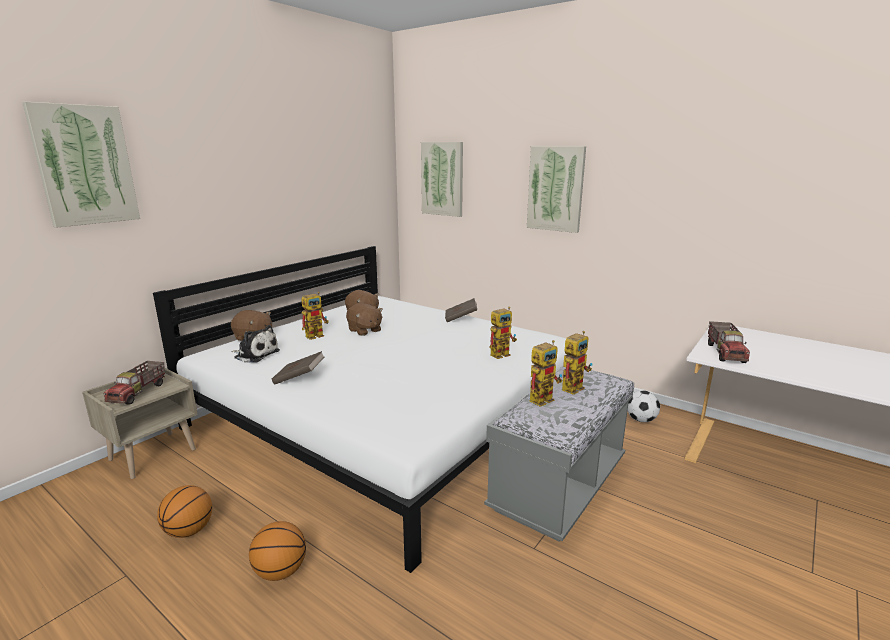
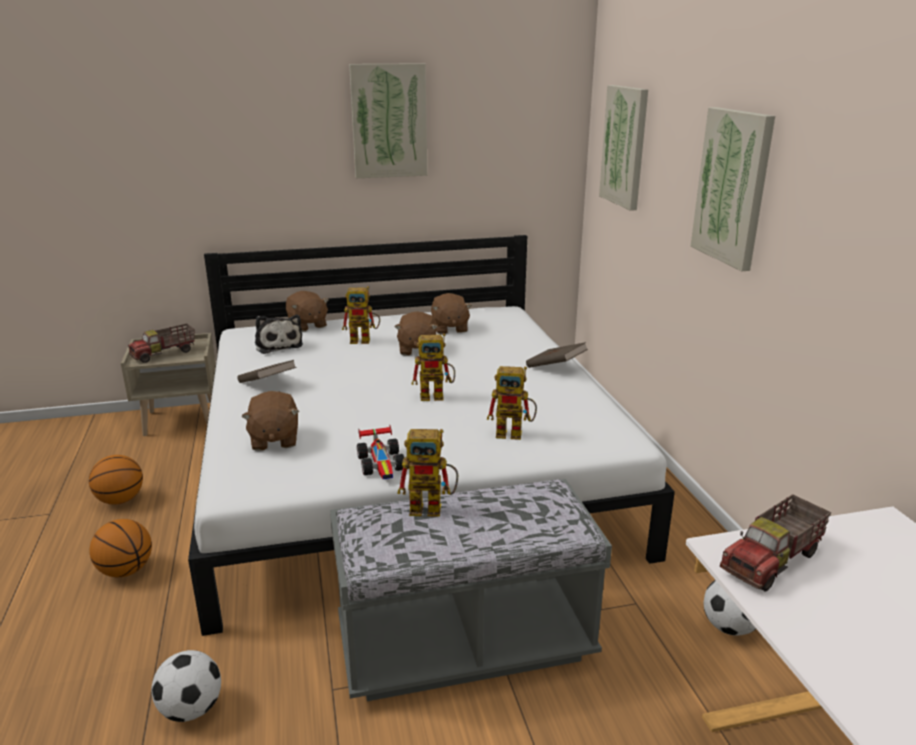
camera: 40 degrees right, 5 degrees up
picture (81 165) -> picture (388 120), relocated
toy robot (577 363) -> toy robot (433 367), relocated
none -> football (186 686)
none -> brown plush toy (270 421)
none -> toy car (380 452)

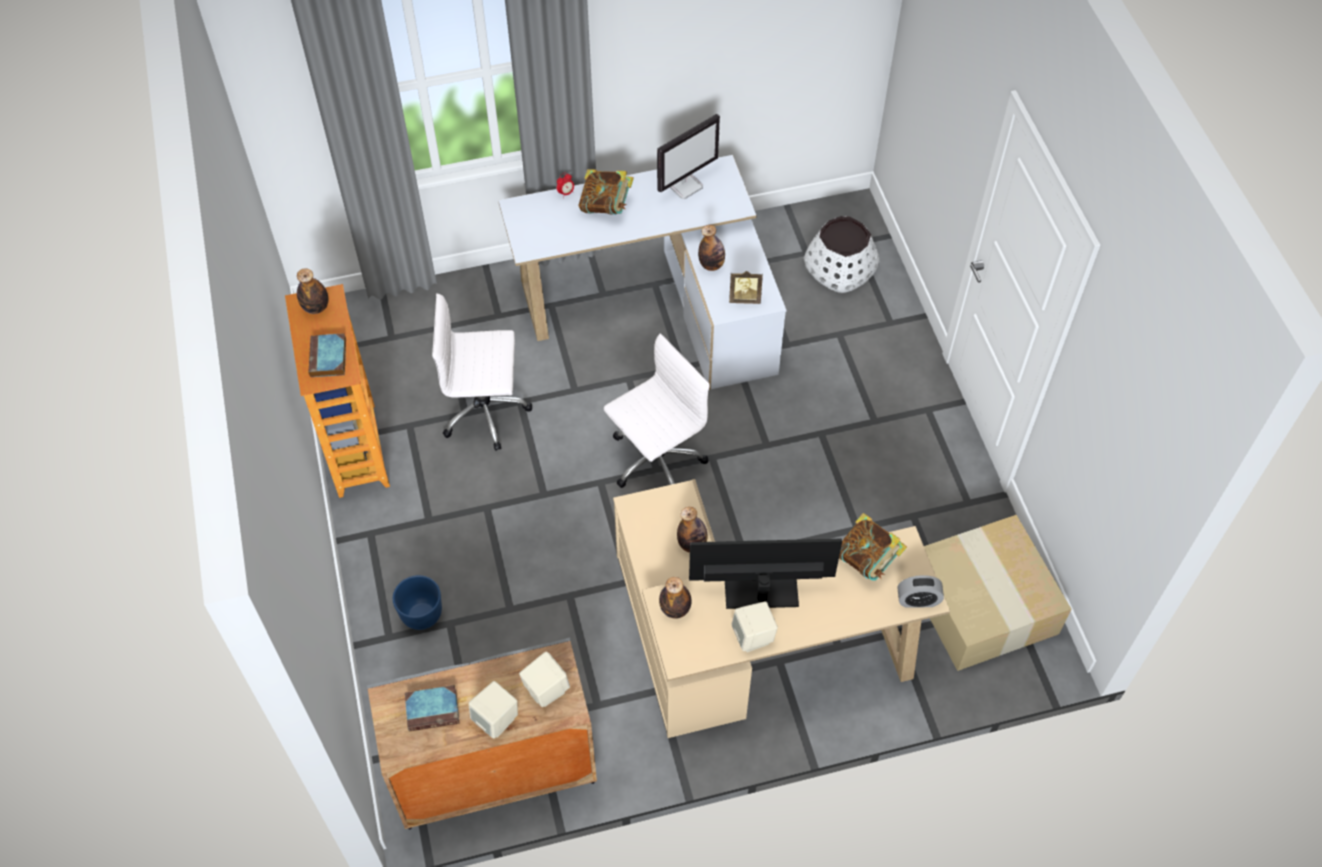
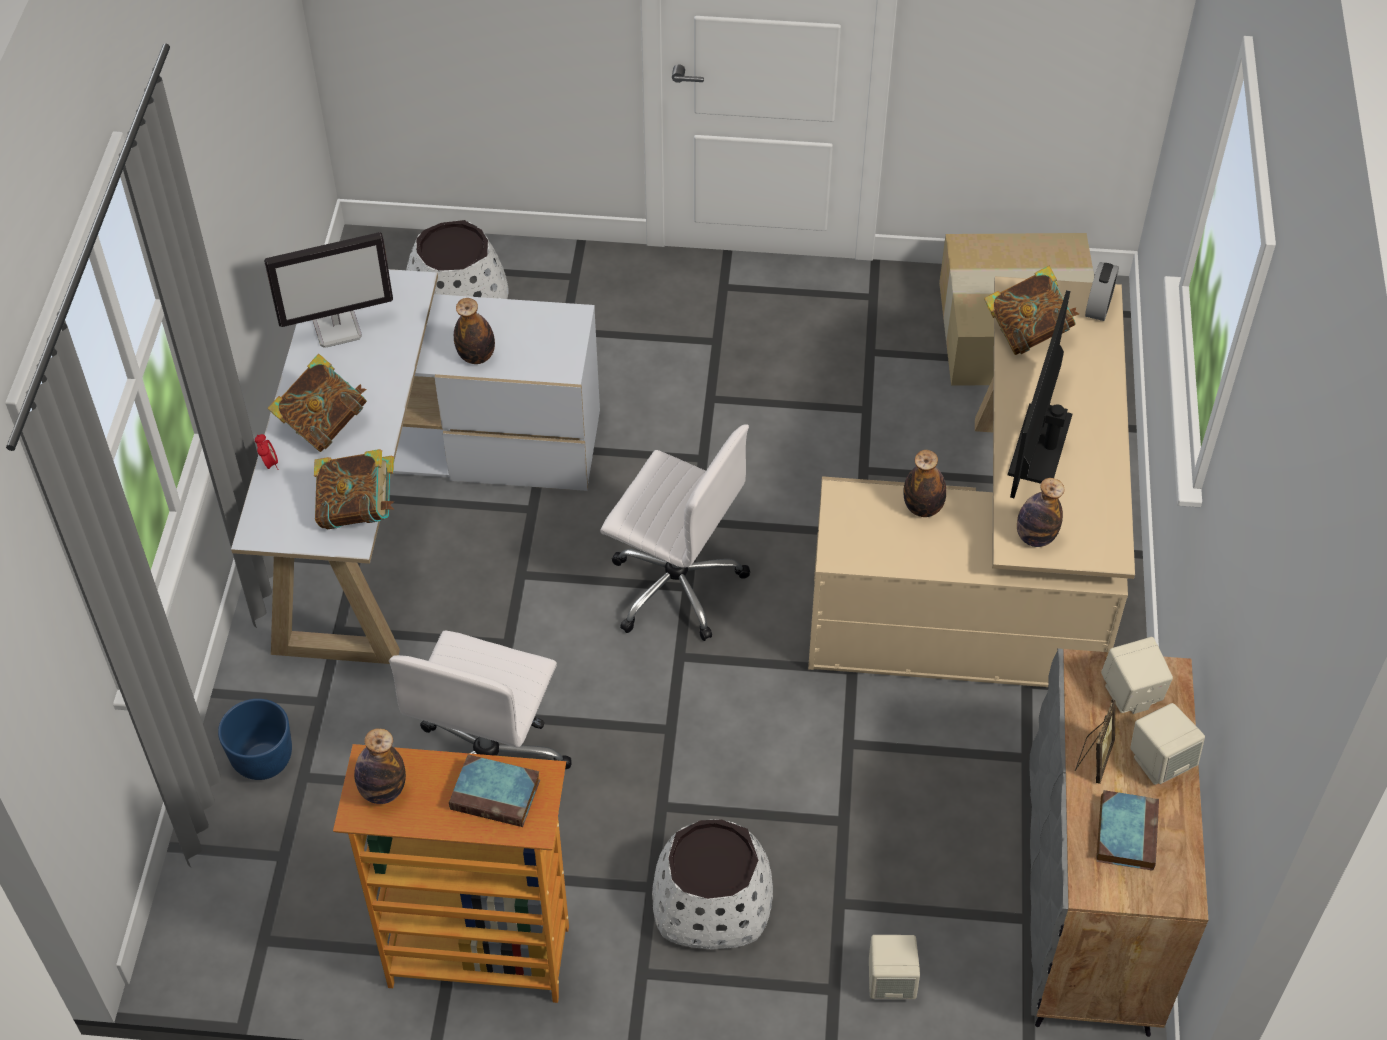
camera: 70 degrees left, 5 degrees down
blue planter (417 602) -> blue planter (255 739), relocated
white office chair (657 410) -> white office chair (675 533), 135 degrees clockwise
monitor (688 156) -> monitor (328 290), 90 degrees clockwise
picture frame (746 287) -> picture frame (1095 741), relocated
beige speaker (755 626) -> beige speaker (894 967), relocated
none -> book (354 489)
none -> white planter (712 884)

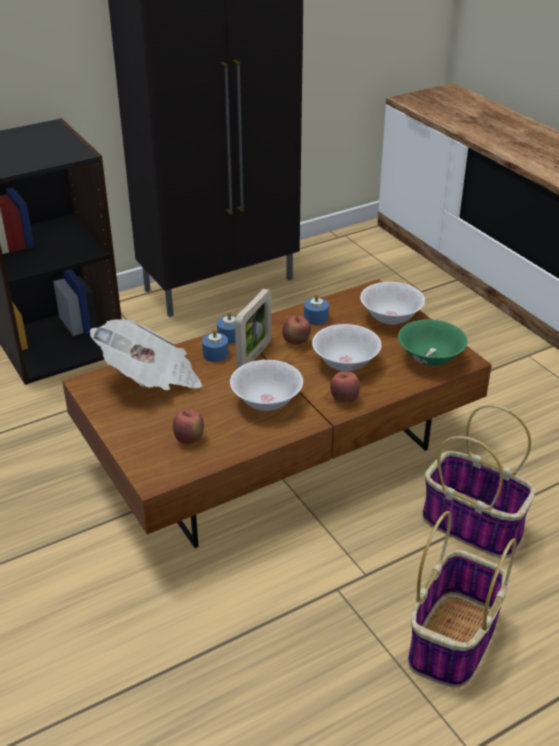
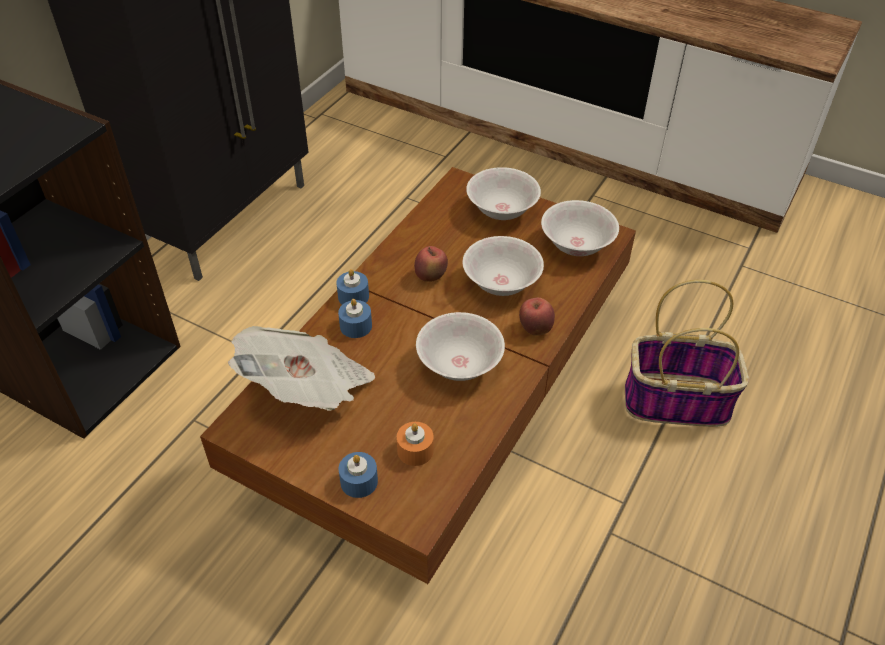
camera: 30 degrees left, 10 degrees up
apple (188 427) -> orange candle (415 444)
picture frame (253 329) -> none
blue candle (316 309) -> blue candle (358 475), relocated
green bowl (433 342) -> white bowl (580 228)
basket (462 599) -> none

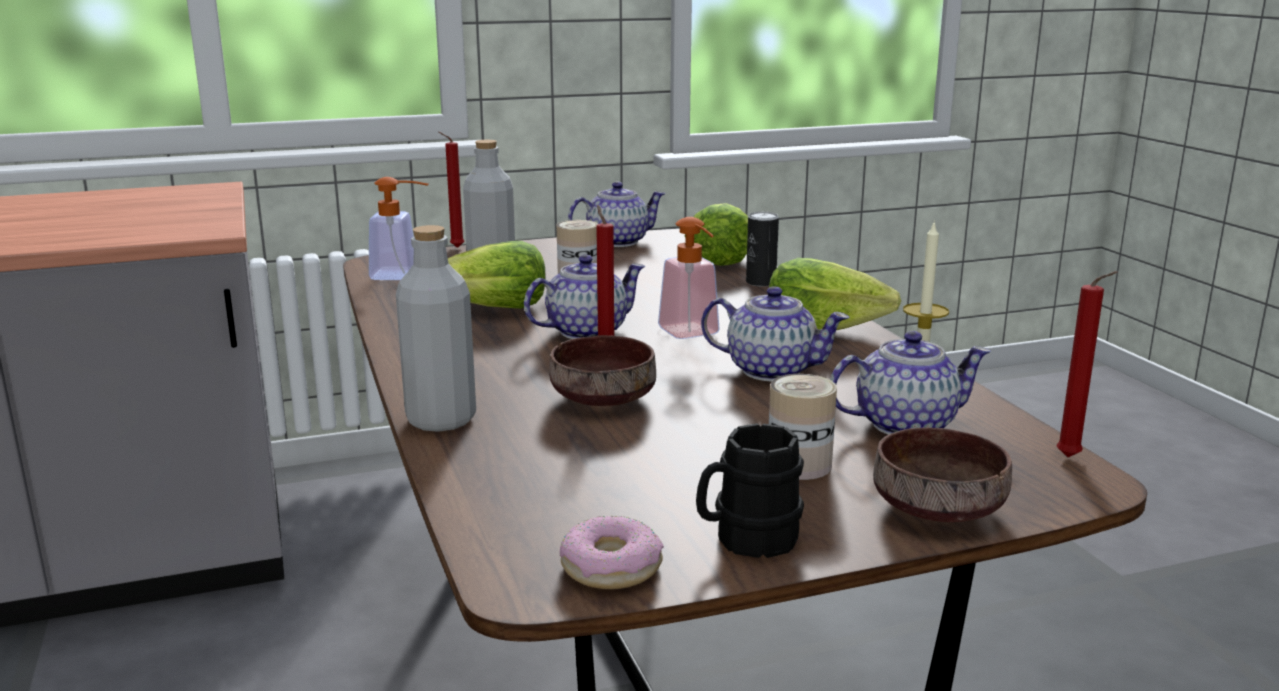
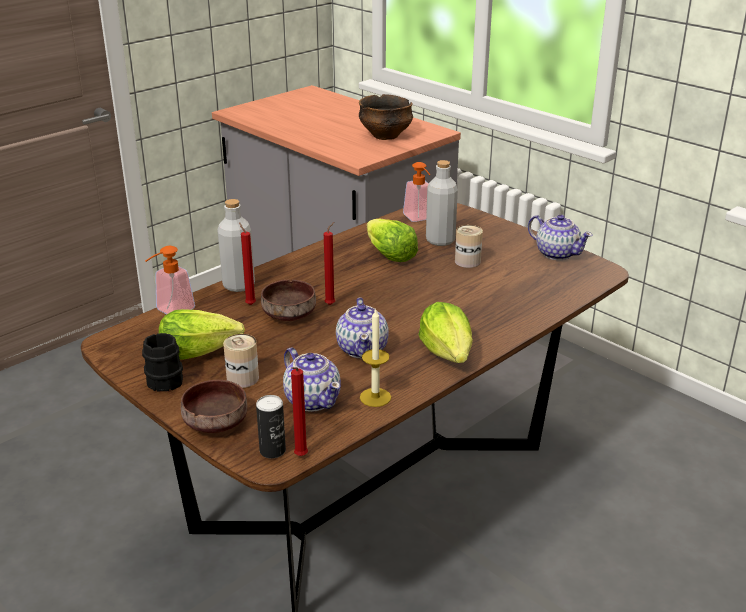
camera: 65 degrees right, 10 degrees up
red candle (451 190) -> red candle (247 263), relocated
teapot (584 297) -> none
donut (612 552) -> none
soap dispenser (688 278) -> soap dispenser (170 280), relocated
lettuce (716 234) -> lettuce (202 334), relocated
can (762 249) -> can (271 426), relocated
none -> bowl (386 117)

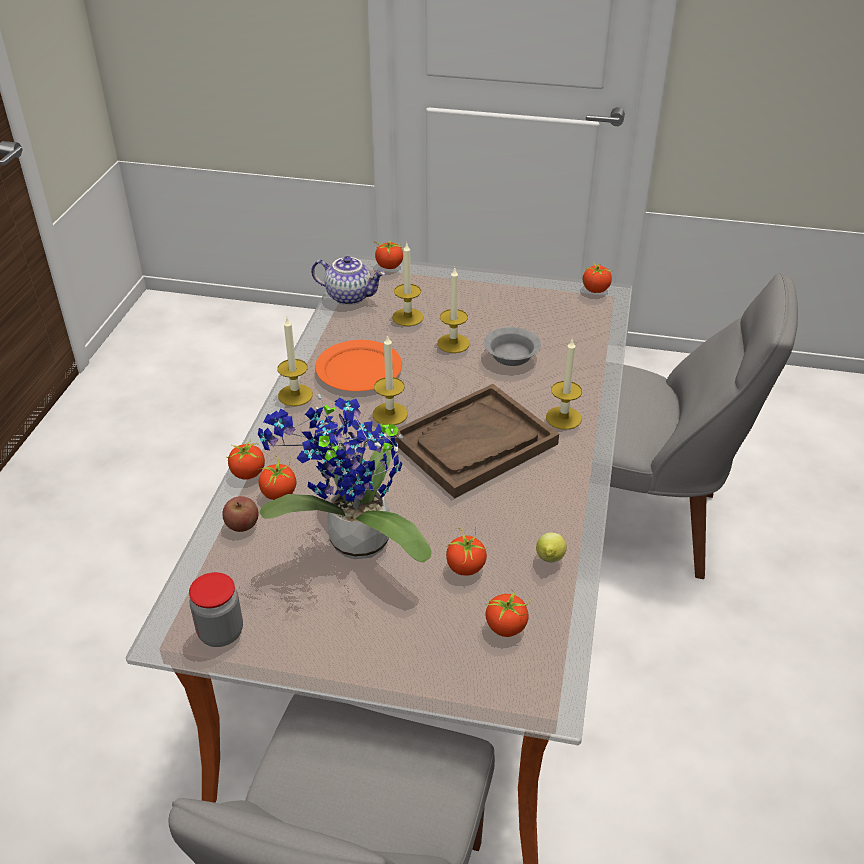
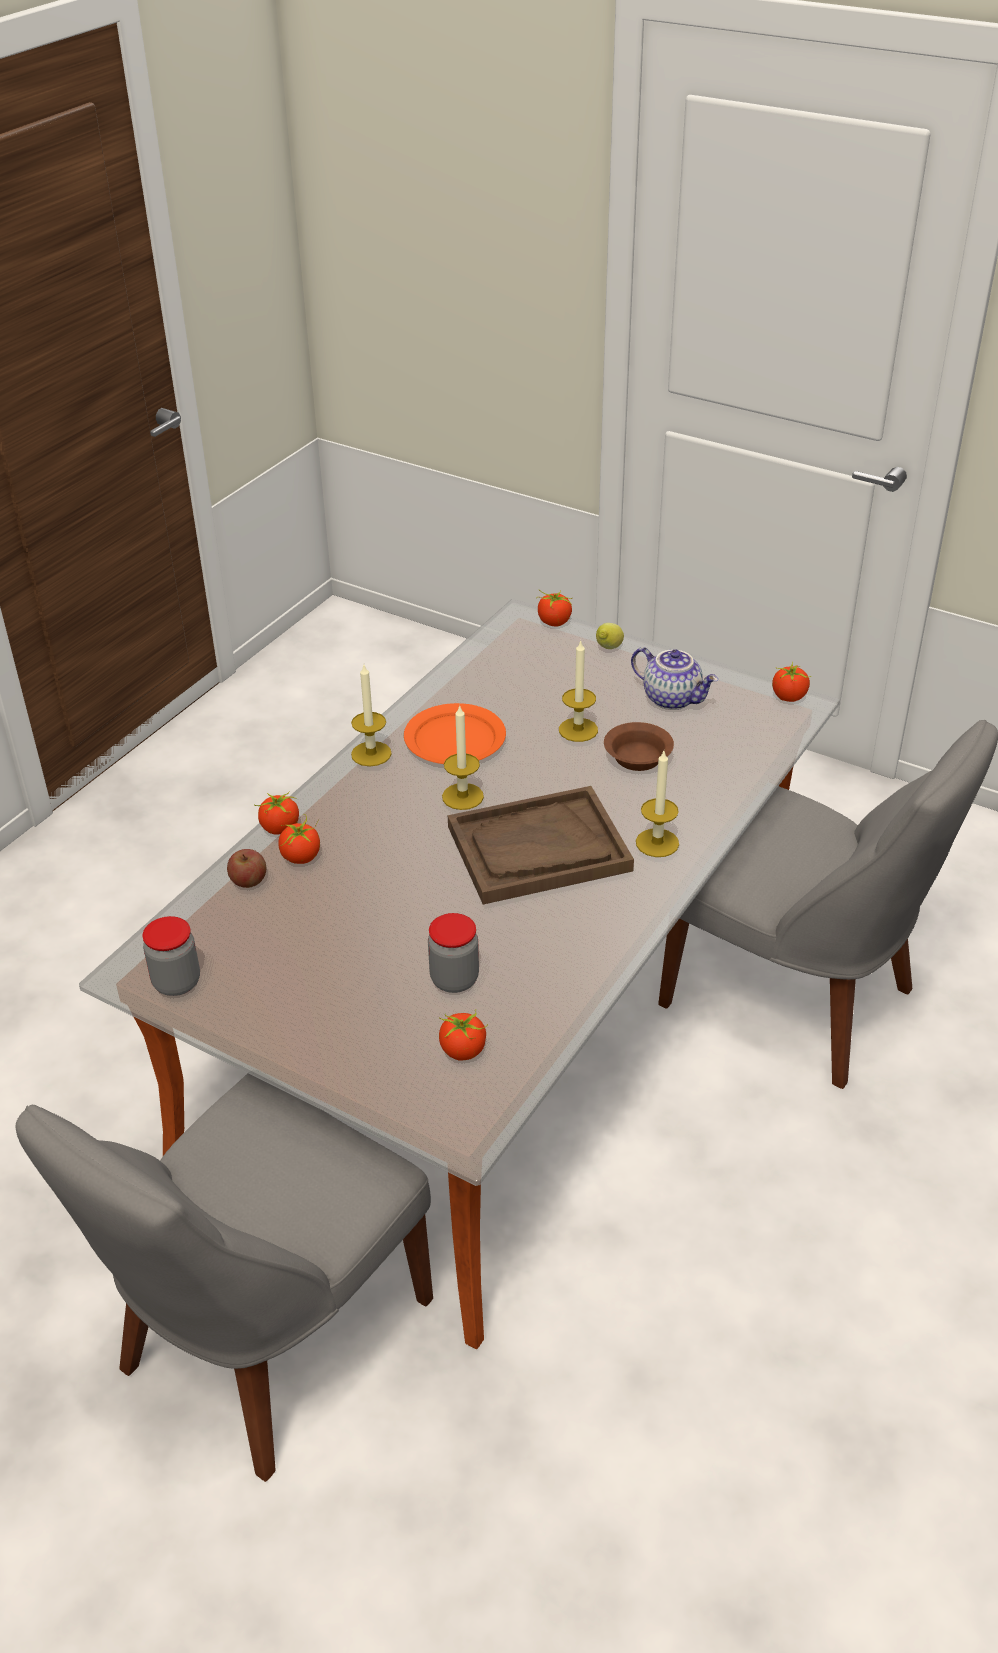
camera: 20 degrees right, 0 degrees up
potted plant (345 478) -> none
teapot (348 280) -> teapot (674 678), relocated
candle (408 284) -> none
tomato (466 552) -> jar (453 953)
grey bowl (512 346) -> brown bowl (639 746)
lemon (551 547) -> lemon (610 636), relocated

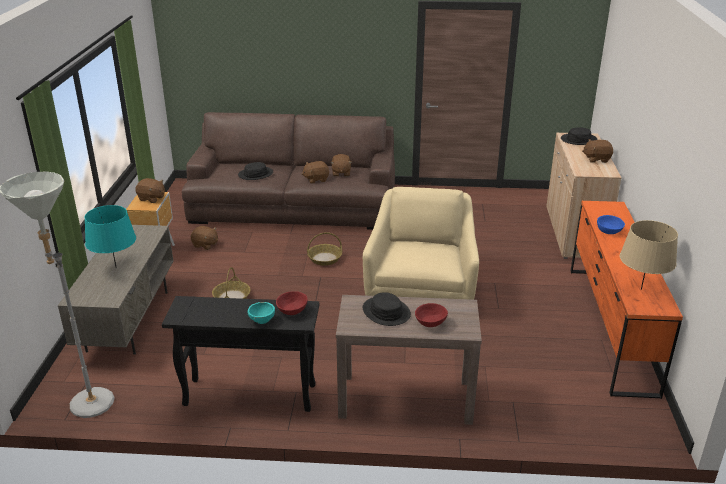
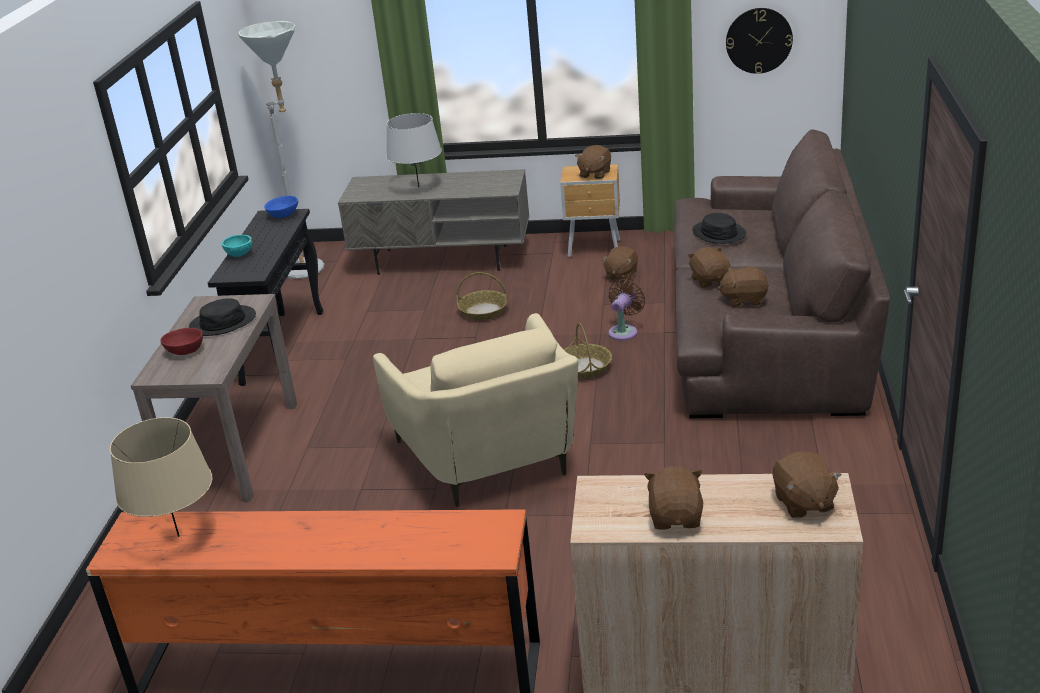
camera: 95 degrees right, 0 degrees up
turquoise table lamp (110 236) -> grey table lamp (414 150)
red bowl (292 303) -> none
beige armchair (421 243) -> beige armchair (476 410), 60 degrees clockwise
black hat (579 136) -> brown plush toy (807 485)
blue bowl (611 224) -> blue bowl (281 207), relocated
none -> brown fan (626 310)
none -> wall clock (759 41)

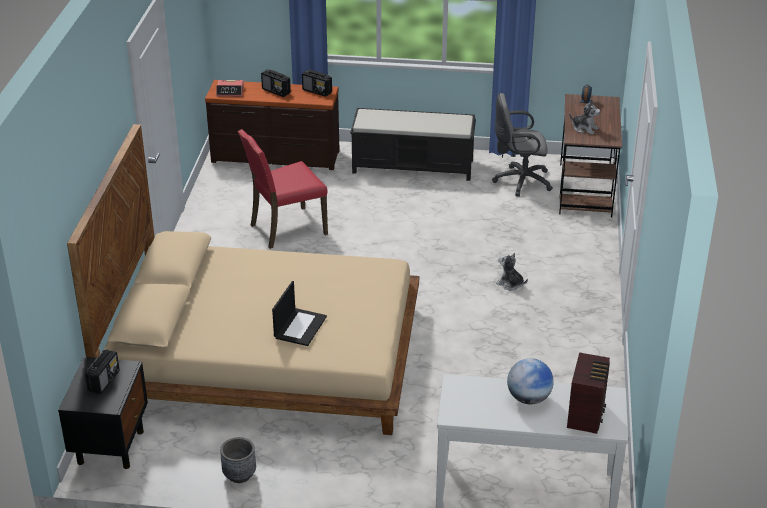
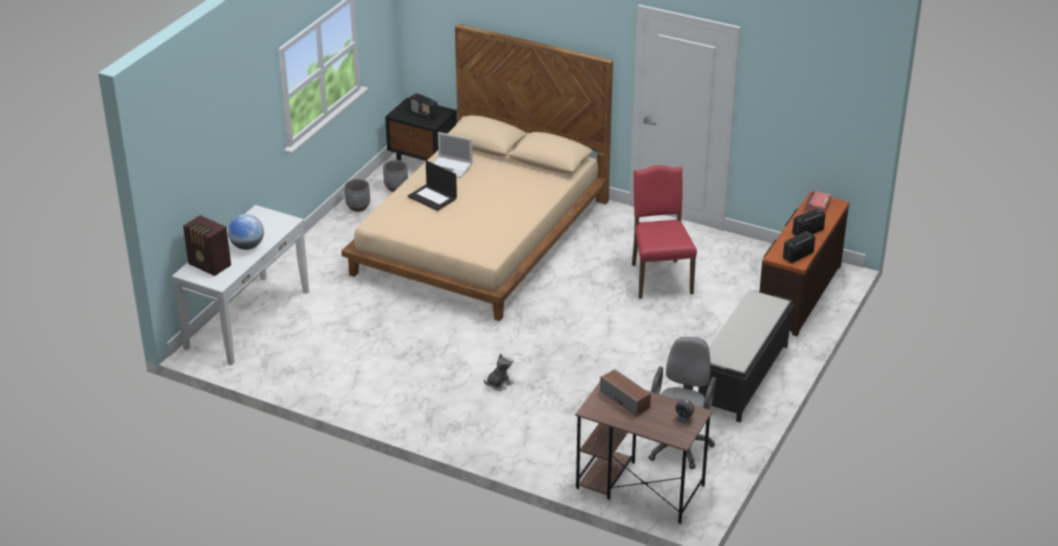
camera: 110 degrees right, 0 degrees up
plush toy (585 117) -> speaker (625 392)
none -> grey planter (395 176)
none -> laptop (453 155)

